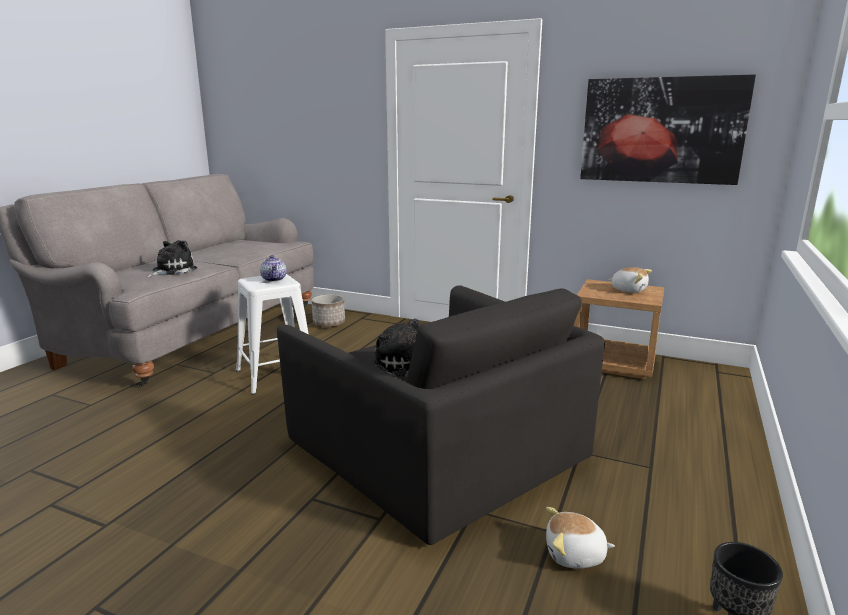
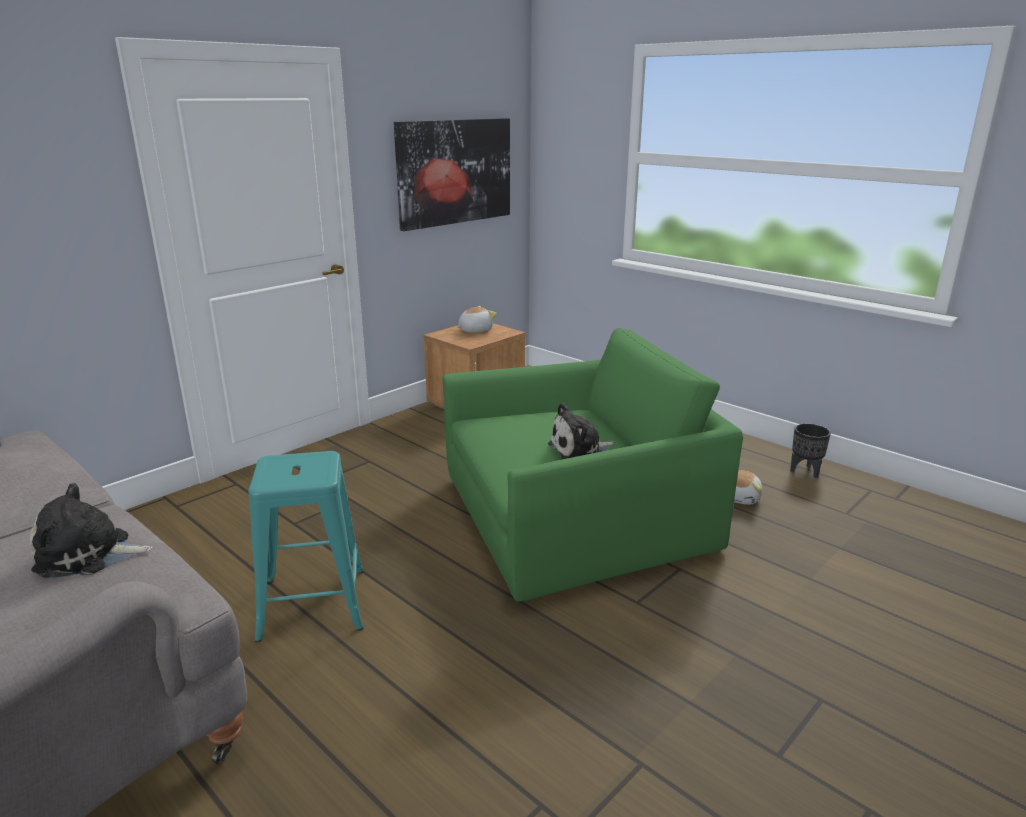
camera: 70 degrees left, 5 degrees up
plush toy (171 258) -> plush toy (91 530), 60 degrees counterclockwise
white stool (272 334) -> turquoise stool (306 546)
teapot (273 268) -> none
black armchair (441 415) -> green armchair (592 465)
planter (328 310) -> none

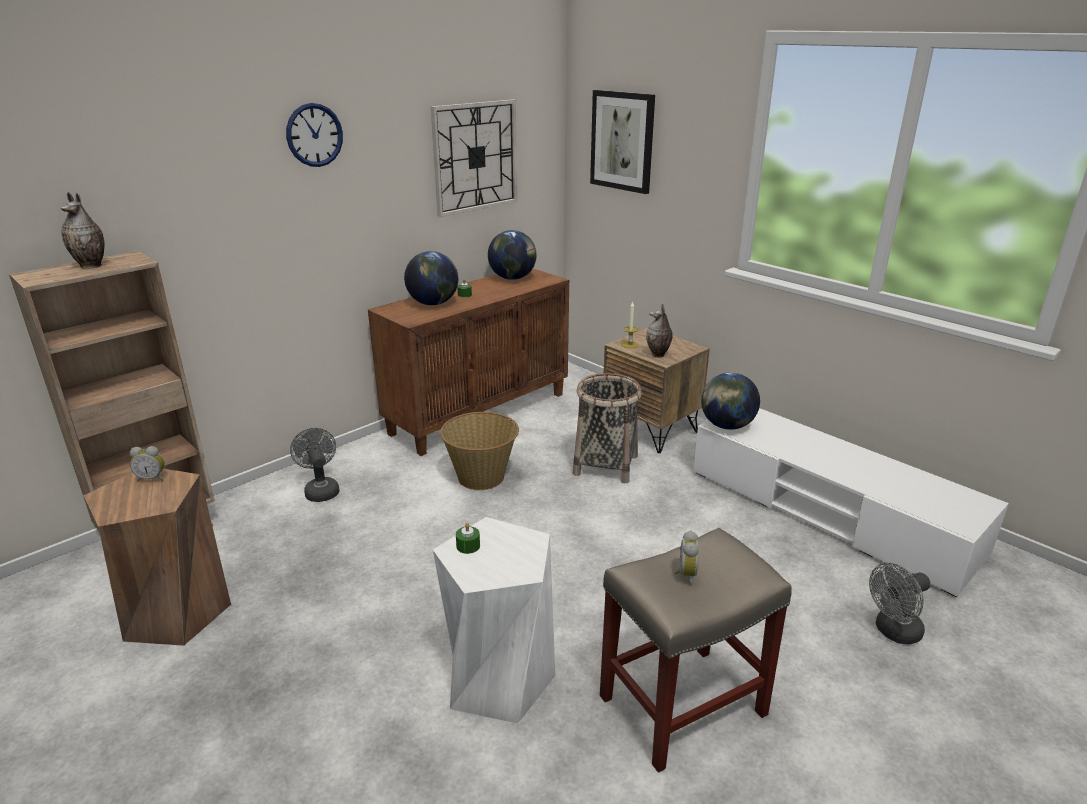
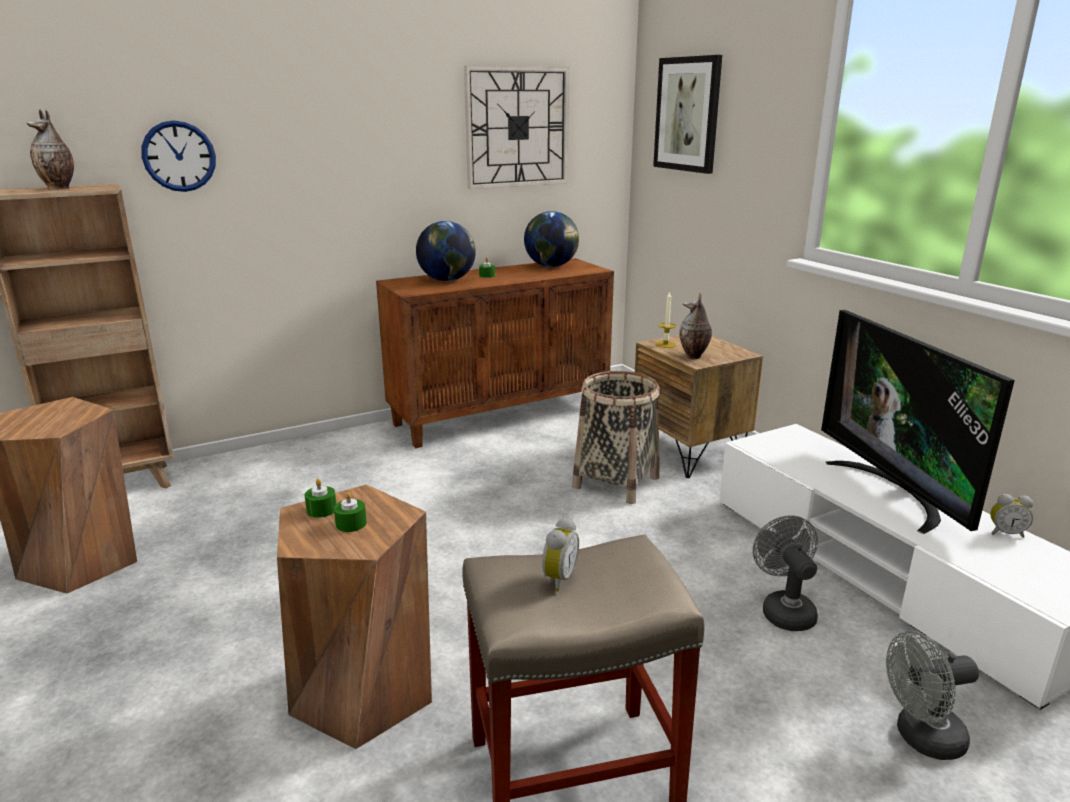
camera: 15 degrees right, 5 degrees down
alarm clock (147 464) -> alarm clock (1011 516), relocated
wall clock (314 135) -> wall clock (178 156), relocated
grey fan (314 465) -> grey fan (785 573), relocated
white stool (494 620) -> brown stool (354 616)
basket (479 451) -> none
globe (730 401) -> none
none -> green candle (350 512)
none -> television (918 422)

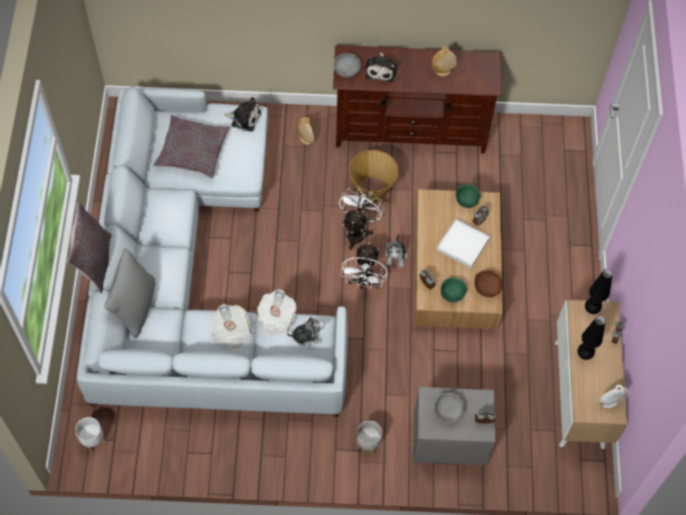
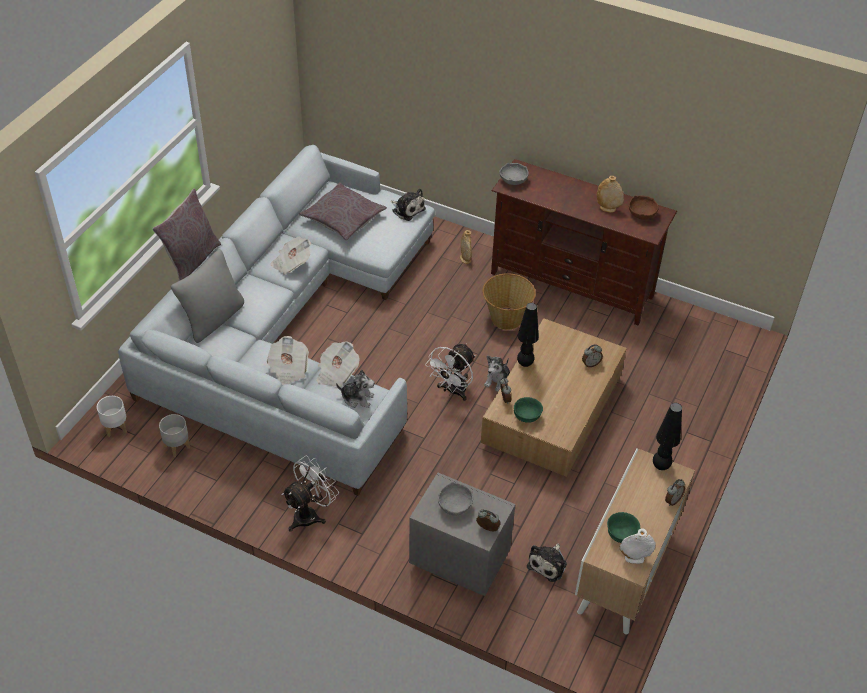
camera: 25 degrees right, 15 degrees down
white fan (361 219) -> white fan (310 493), relocated
grey planter (369 438) -> grey planter (174 435), relocated
plush toy (381 67) -> plush toy (547 562), relocated
white tray (463 243) -> none
green bowl (468 196) -> green bowl (623 527), relocated
brown bowl (488 283) -> brown bowl (644 207), relocated
black table lamp (592 338) -> black table lamp (528 335), relocated
none -> newspaper (291 255)

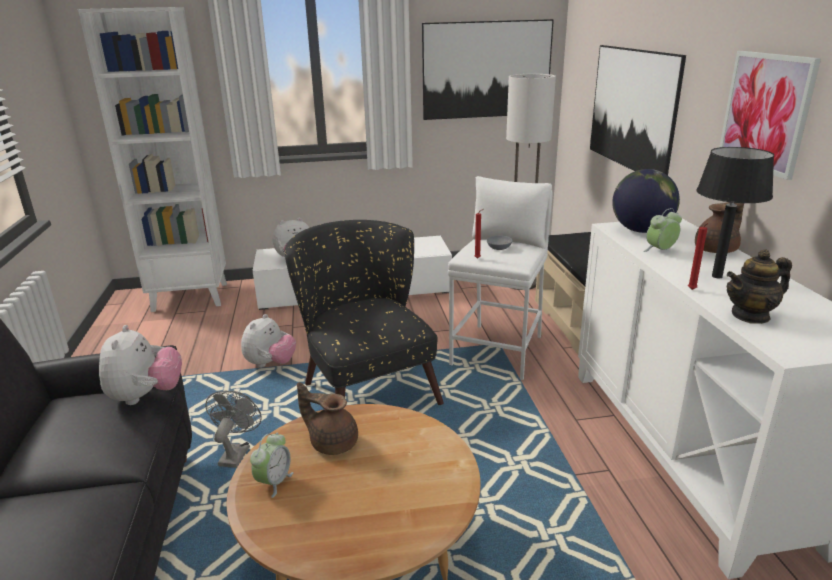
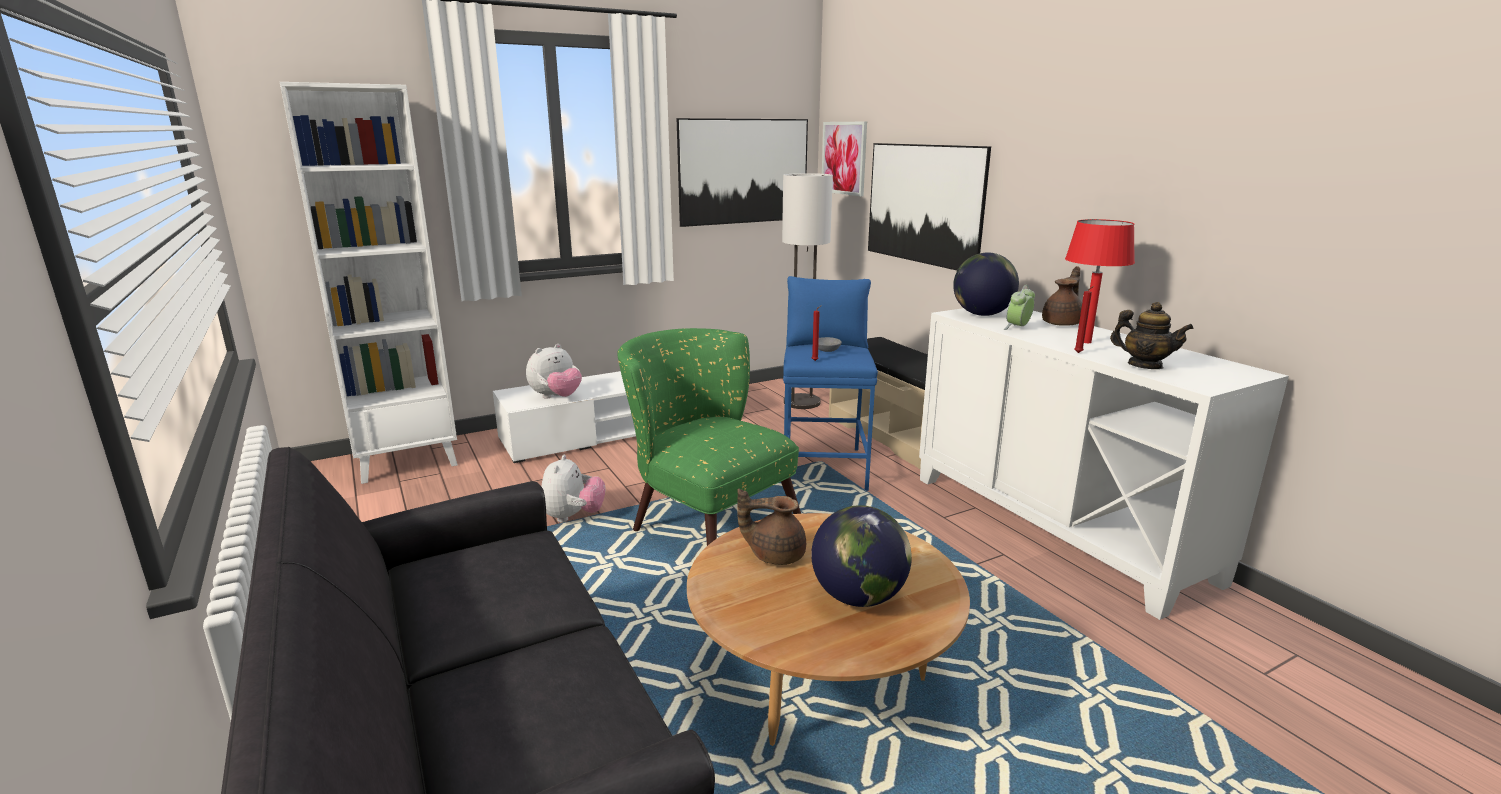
camera: 20 degrees left, 5 degrees down
plush toy (140 365) -> none
grey fan (233 429) -> none
alarm clock (271 465) -> none
black armchair (364 312) -> green armchair (709 437)
white stool (500 278) -> blue stool (830 383)
black table lamp (735 213) -> red table lamp (1100 281)
picture (770 115) -> picture (844 159), relocated
teapot (759 286) -> teapot (1151 335), 105 degrees counterclockwise
none -> globe (861 556)

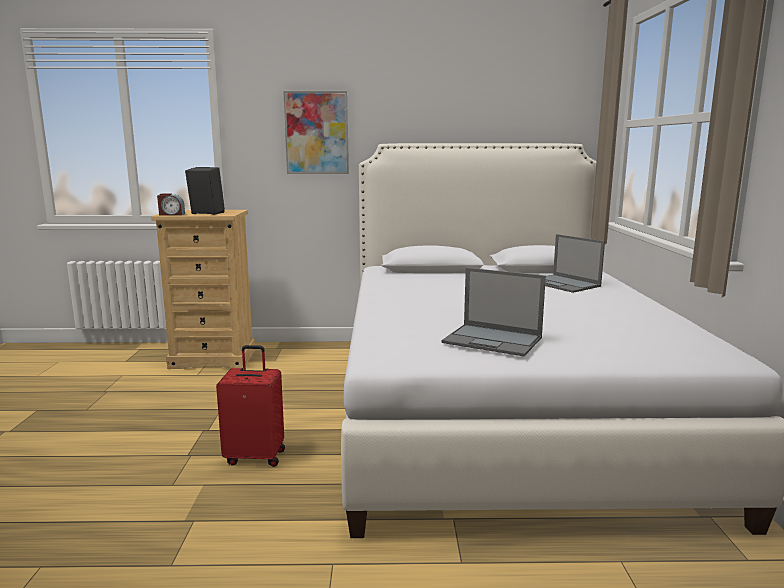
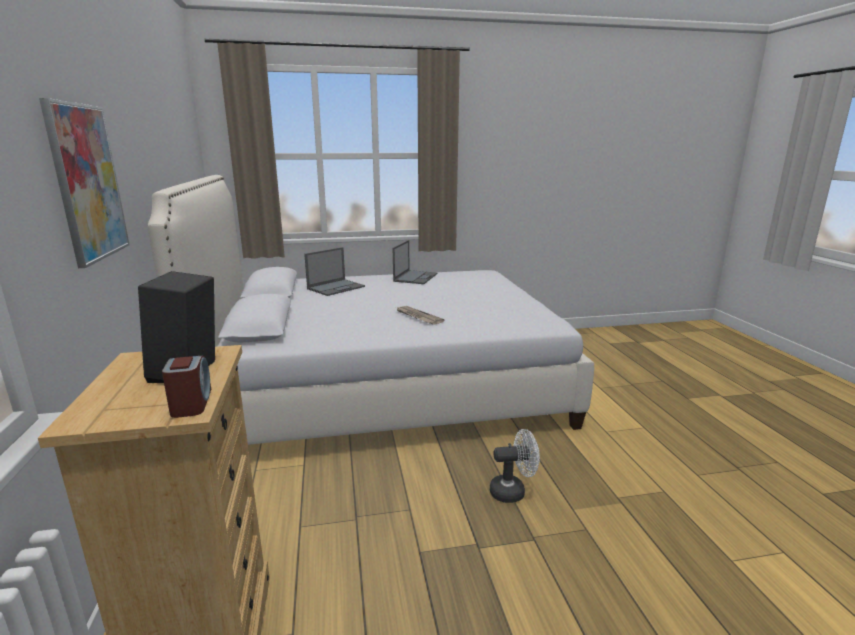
camera: 100 degrees left, 5 degrees up
red suitcase (250 406) -> white fan (515 466)
laptop (494 312) -> laptop (415 262), relocated
none -> newspaper (420 315)

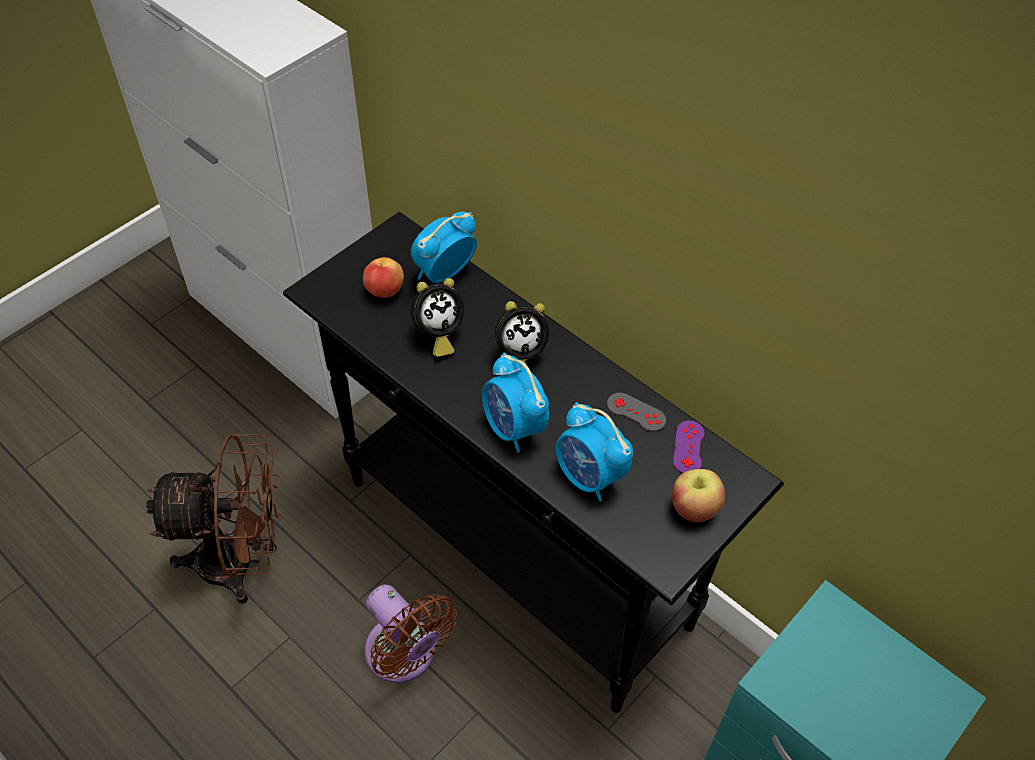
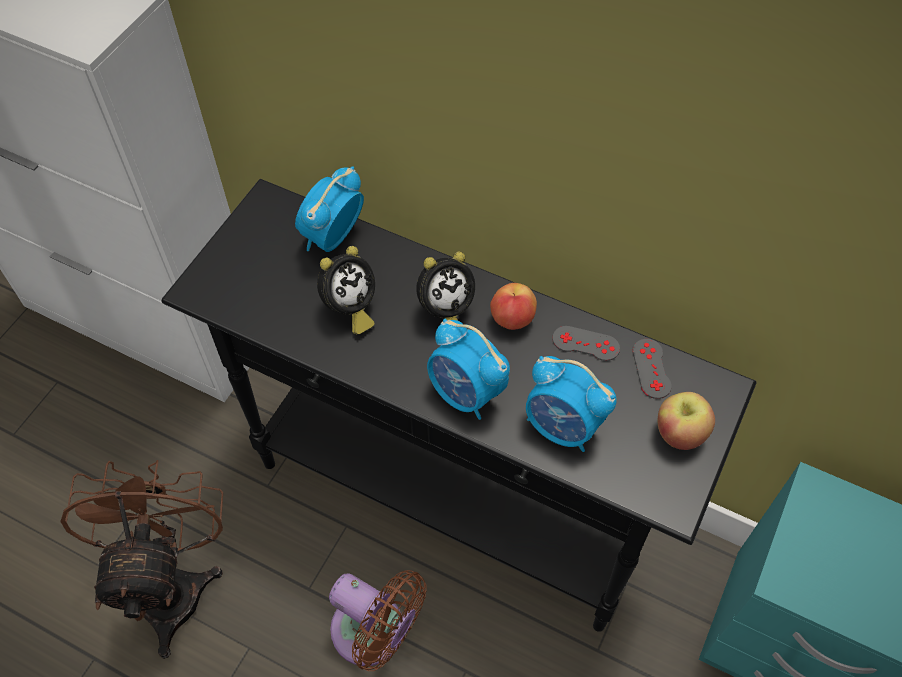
camera: 15 degrees left, 5 degrees up
brown fan (213 519) -> brown fan (141 559), 75 degrees counterclockwise
apple (383 277) -> apple (513 306), relocated
purple game controller (689 446) -> grey game controller (652 369)

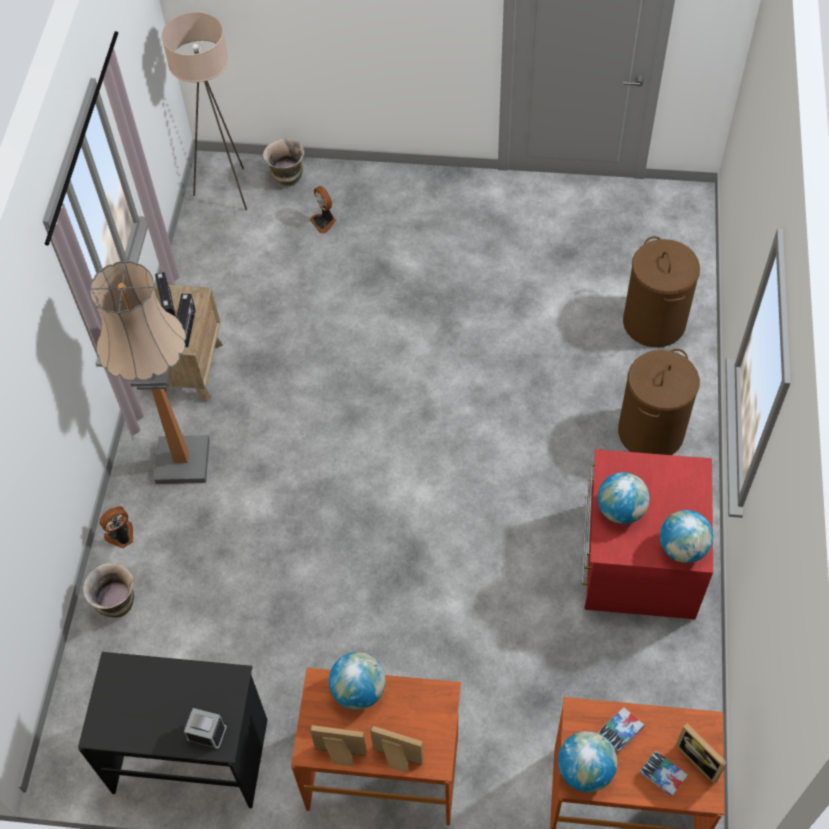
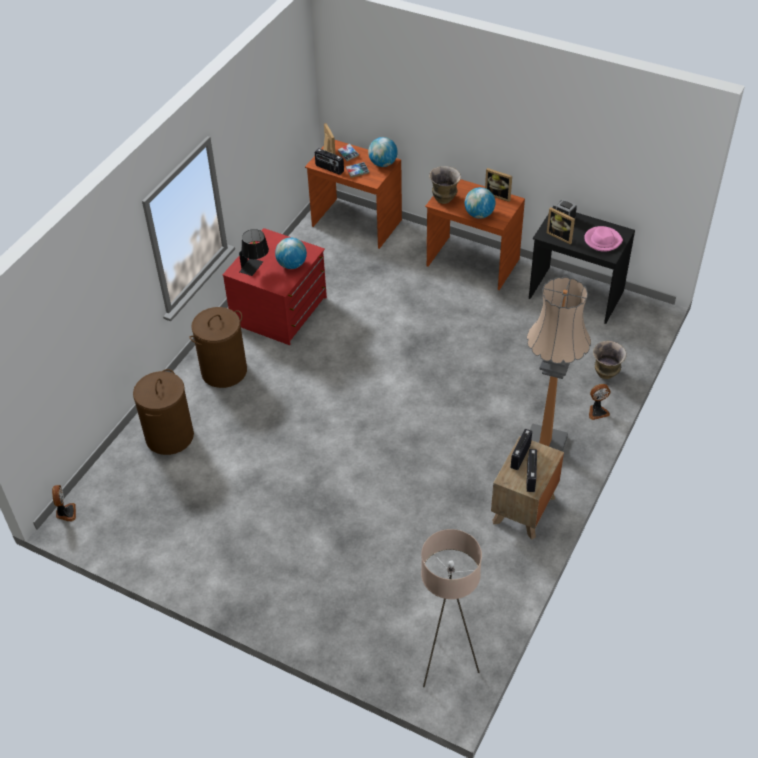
camera: 160 degrees left, 10 degrees down
vase (283 162) -> vase (445 185), relocated
fan (323 210) -> fan (64 503), relocated
picture frame (397 749) -> picture frame (561 225), relocated
globe (686 536) -> none
none -> black table lamp (254 252)
none -> radio (329 161)
none -> pink hat (603 239)

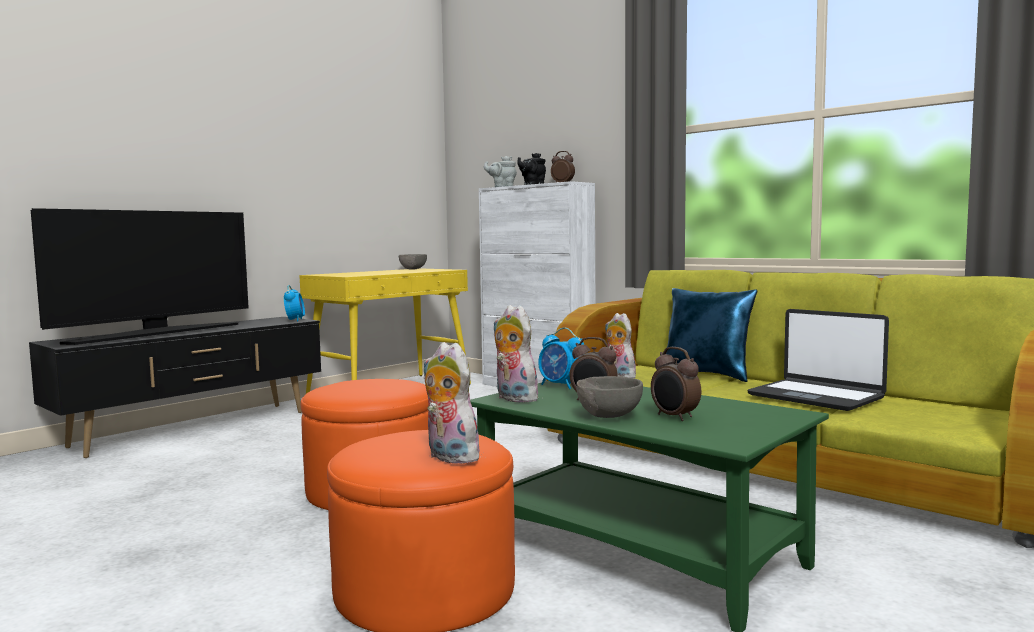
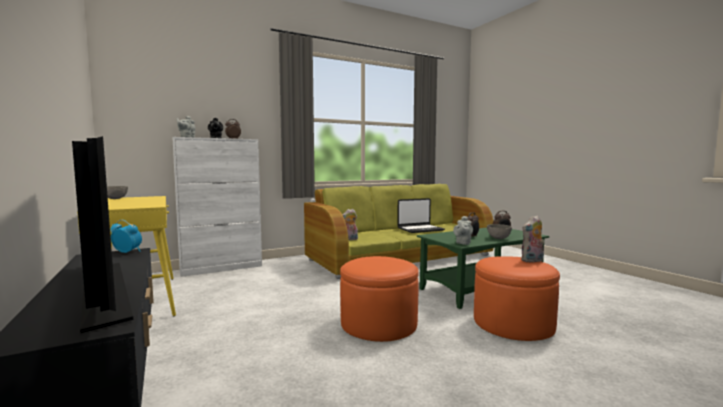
camera: 70 degrees left, 0 degrees up
plush toy (515 354) -> grey teapot (463 230)
alarm clock (561 358) -> none
blue pillow (711 335) -> none

